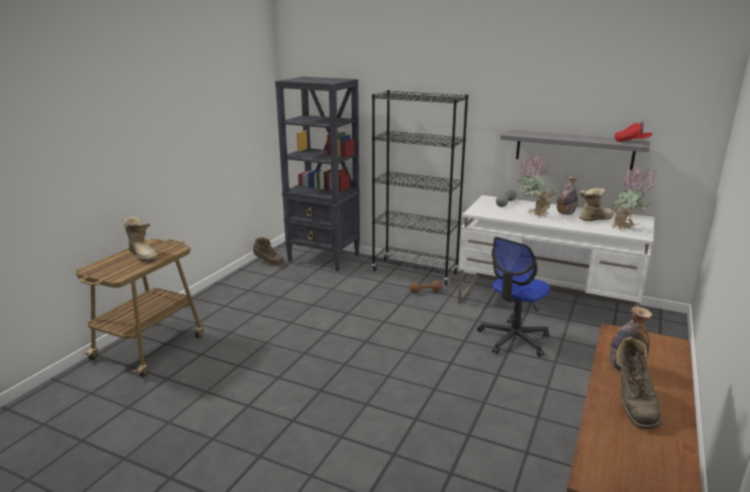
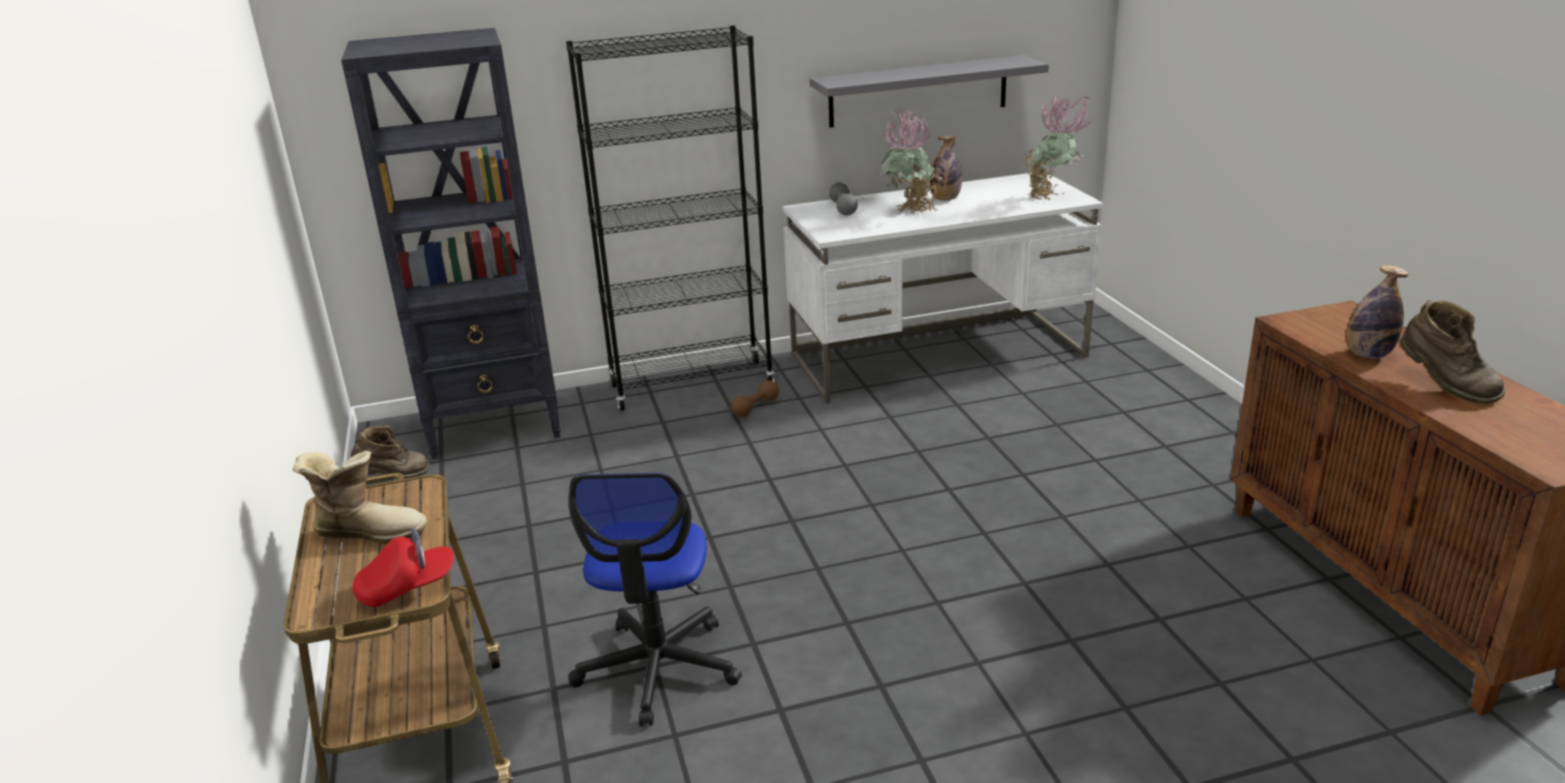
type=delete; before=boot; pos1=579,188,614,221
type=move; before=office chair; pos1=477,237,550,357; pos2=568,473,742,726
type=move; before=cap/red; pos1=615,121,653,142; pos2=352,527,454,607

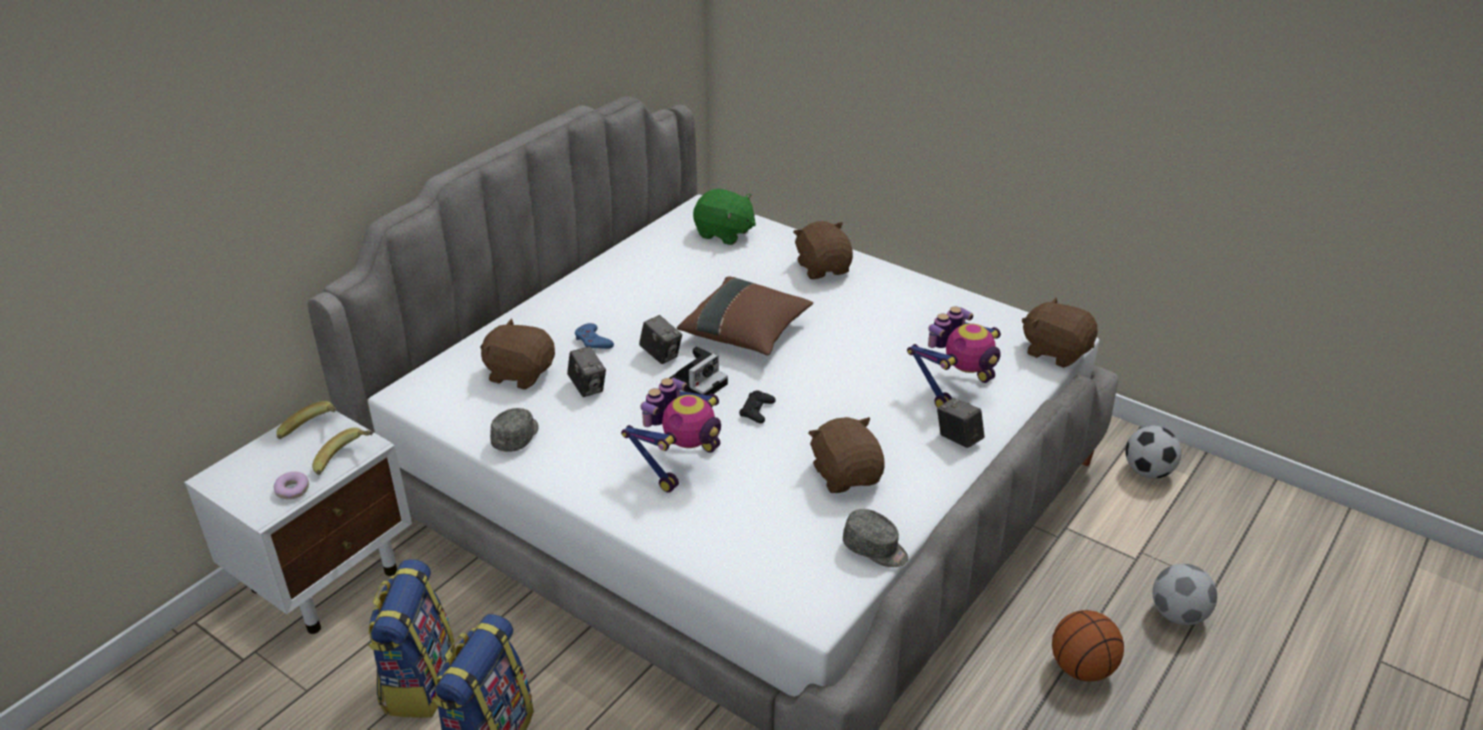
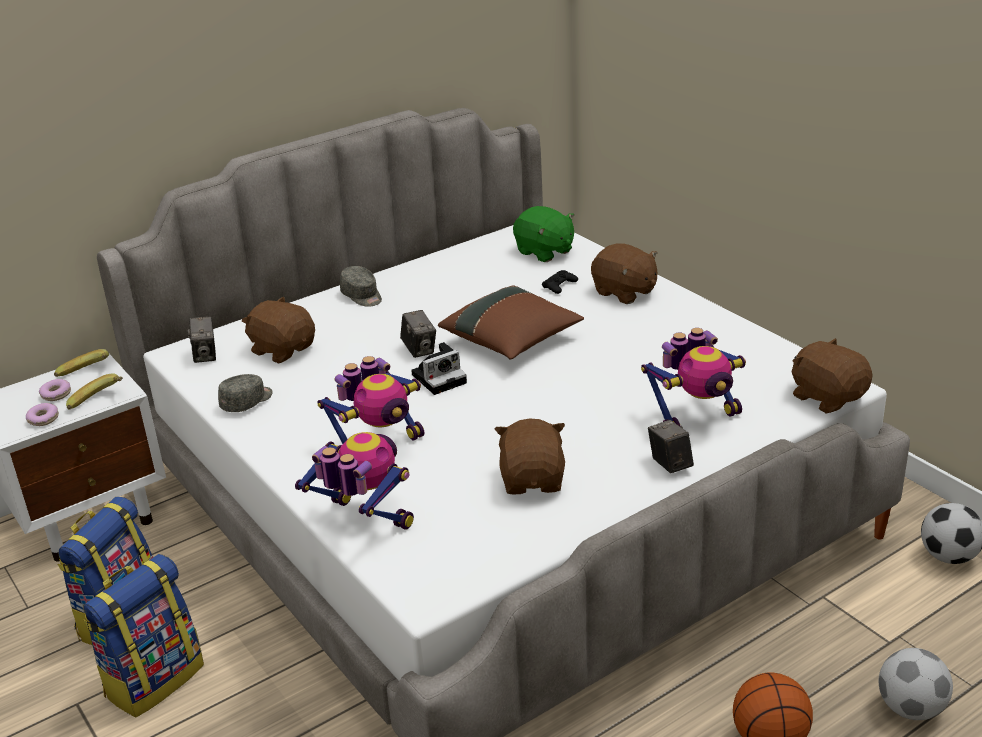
type=delete; before=game controller/blue; pos1=575,323,614,349
type=insert; after=donut; pos2=39,379,71,401
type=insert; after=toy robot; pos2=295,432,414,530
type=move; before=photo camera; pos1=567,346,606,397; pos2=188,316,216,363
type=move; before=game controller/black; pos1=739,391,776,423; pos2=542,270,578,294
type=move; before=cap/grey; pos1=843,509,908,567; pos2=340,266,382,307
type=rotate; before=plush toy/brown; pos1=793,221,853,279; pos2=591,243,657,304; turn=135

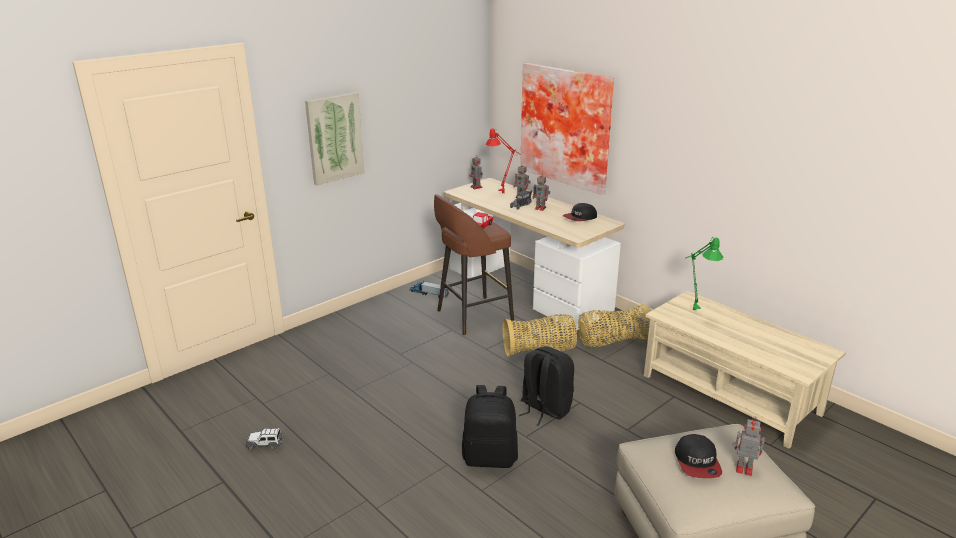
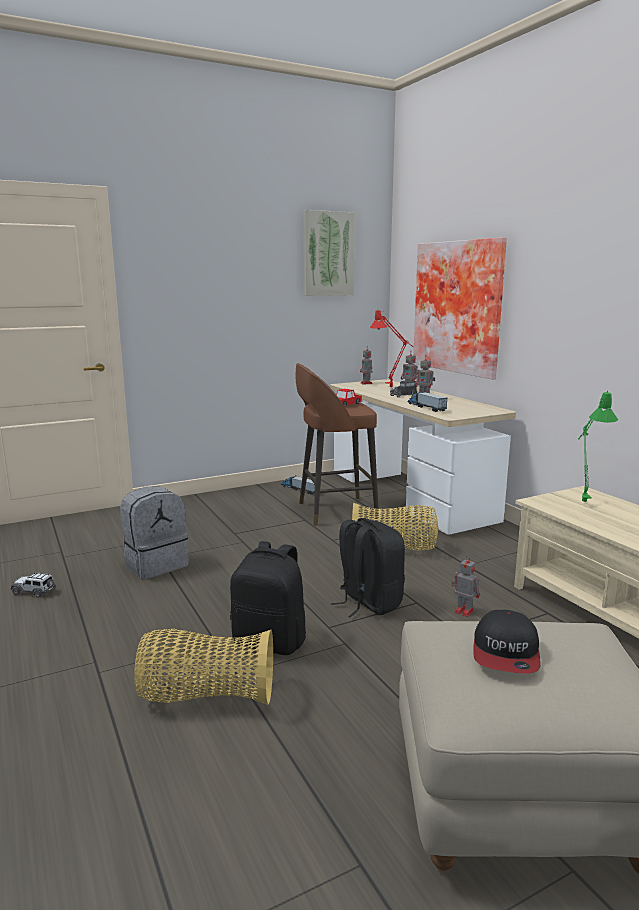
type=delete; before=cap; pos1=563,203,597,221
type=insert; after=backpack/grey; pos2=120,486,189,579
type=insert; after=toy truck; pos2=407,391,447,412
type=move; before=picture; pos1=305,92,365,185; pos2=303,210,355,296
type=move; before=basket; pos1=578,304,651,347; pos2=134,629,273,705
type=move; before=toy robot; pos1=733,417,765,476; pos2=451,555,480,617

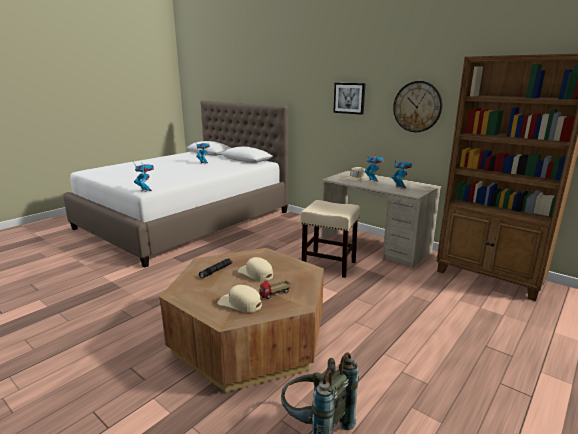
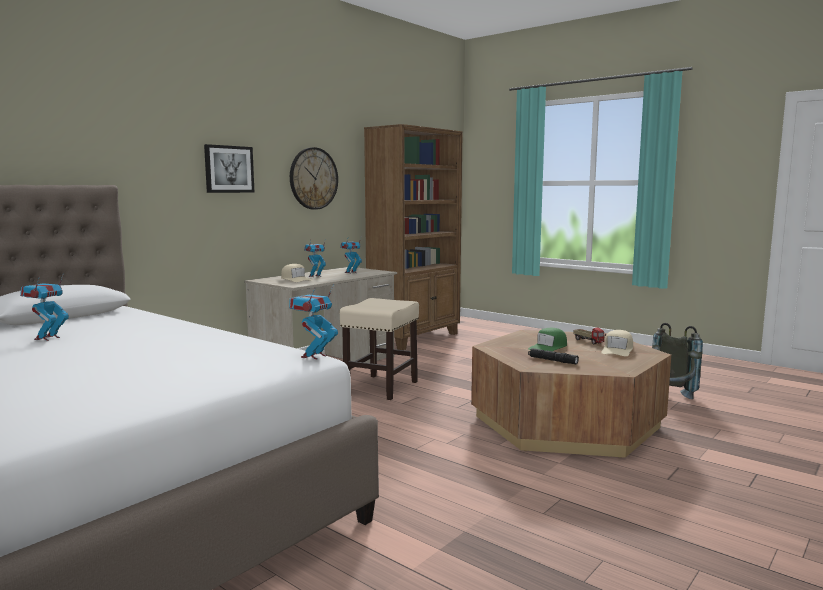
type=recolor; before=cap/beige; after=cap/green; pos1=238,257,273,281; pos2=528,328,567,351

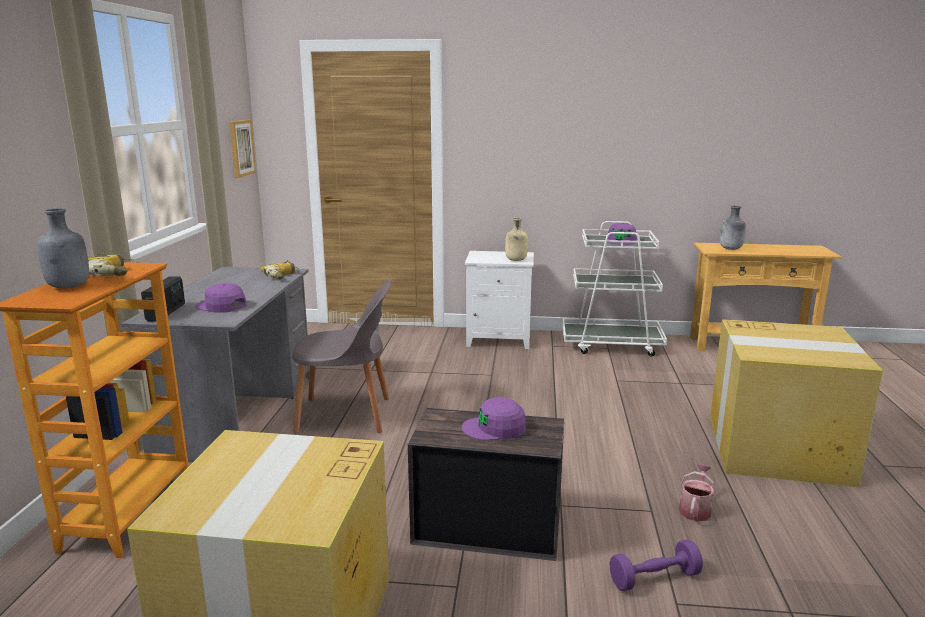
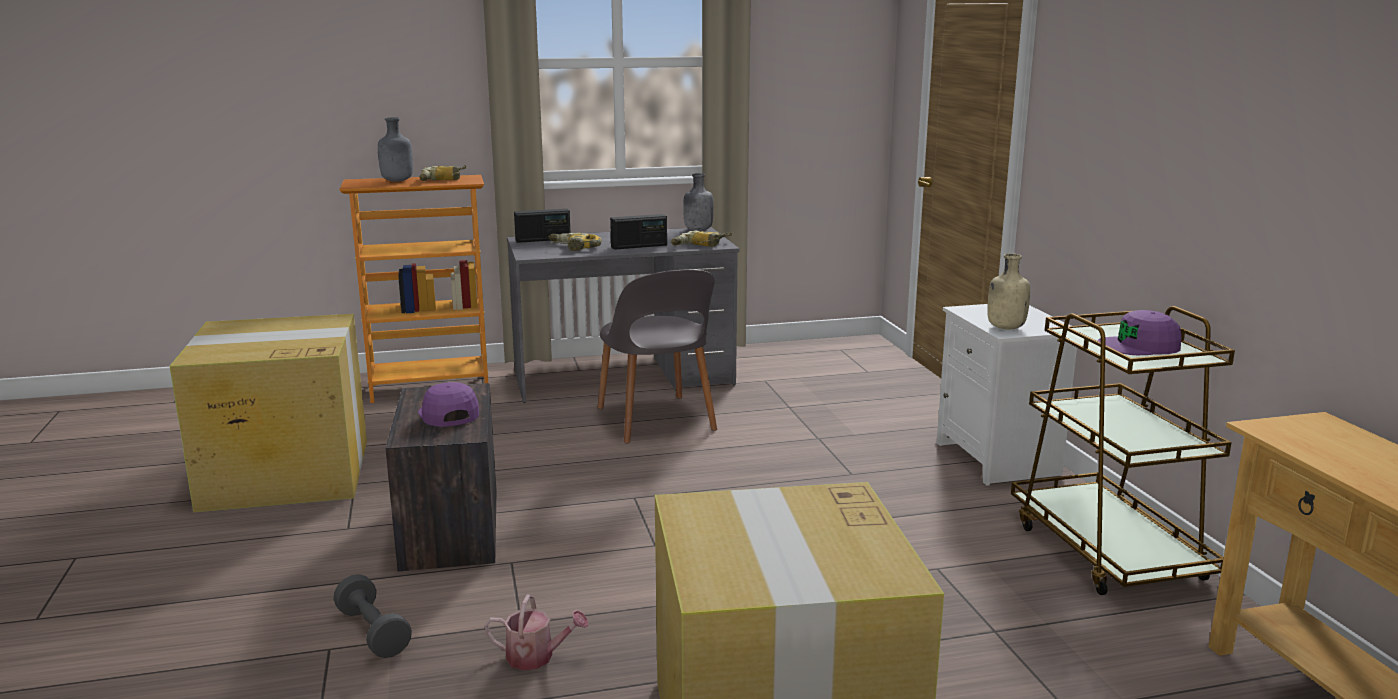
type=delete; before=picture; pos1=229,120,256,178
type=insert; after=radio; pos2=610,214,667,250
type=move; before=bottle/grey; pos1=720,206,746,250; pos2=683,173,714,231
type=replace; before=cap/purple; after=power drill; pos1=196,283,247,313; pos2=549,233,602,251
type=recolor; before=cart/white; after=cart/brown; pos1=562,221,667,357; pos2=1011,306,1235,595
type=recolor; before=dumbbell/purple; after=dumbbell/grey; pos1=610,540,703,591; pos2=333,574,412,658

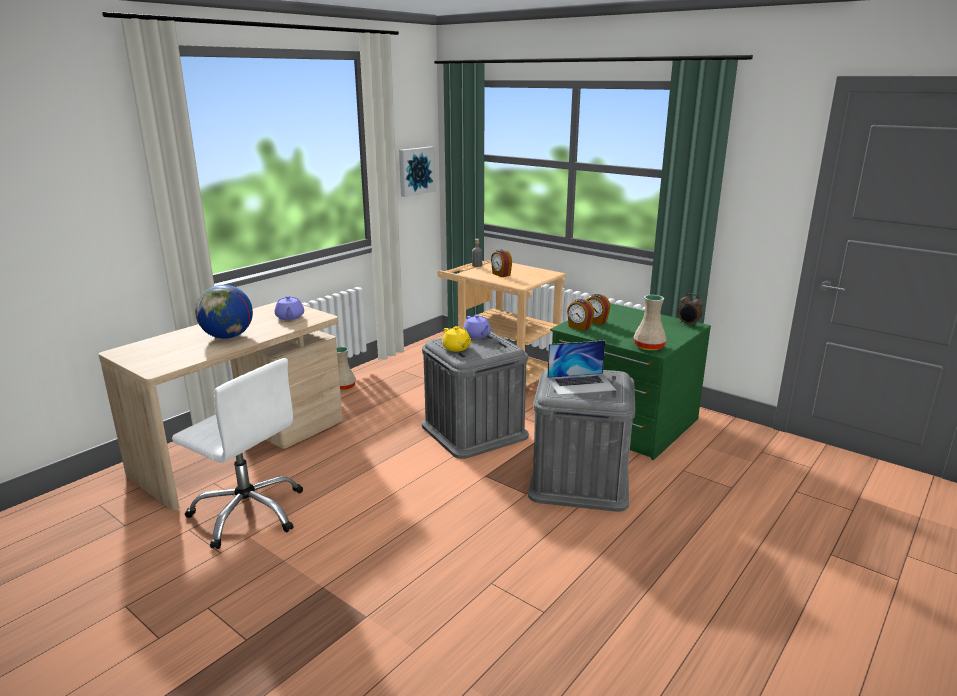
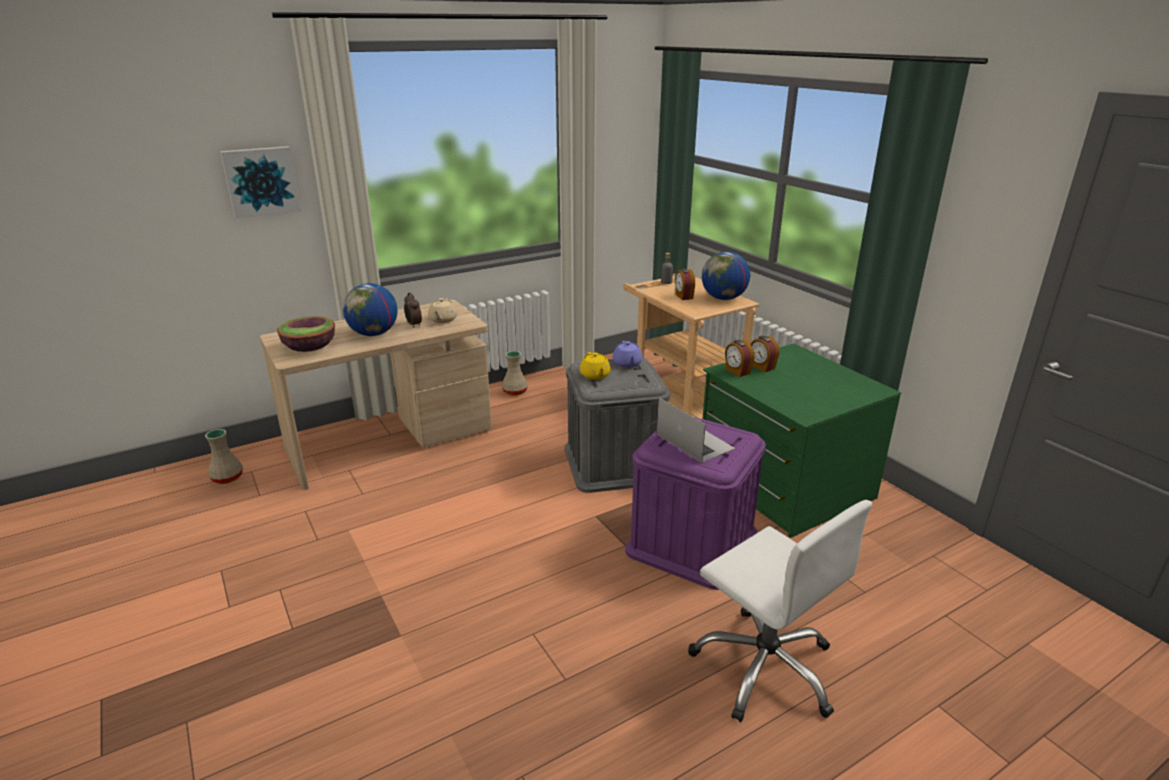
type=insert; after=bowl; pos2=277,316,335,352
type=insert; after=globe; pos2=702,252,750,300
type=move; before=office chair/white; pos1=172,358,303,549; pos2=688,500,872,722
type=move; before=picture; pos1=399,147,435,197; pos2=220,146,301,218
type=move; before=vase/beige; pos1=634,295,667,351; pos2=205,429,243,484
type=move; before=alarm clock; pos1=678,293,703,326; pos2=404,293,422,328
type=recolor; before=teapot/purple; after=teapot/beige; pos1=275,295,304,320; pos2=428,298,457,323
type=recolor; before=storage box/grey; after=storage box/purple; pos1=528,368,636,512; pos2=626,416,766,590
type=rotate; before=laptop; pos1=547,340,616,395; pos2=657,397,735,463; turn=-135

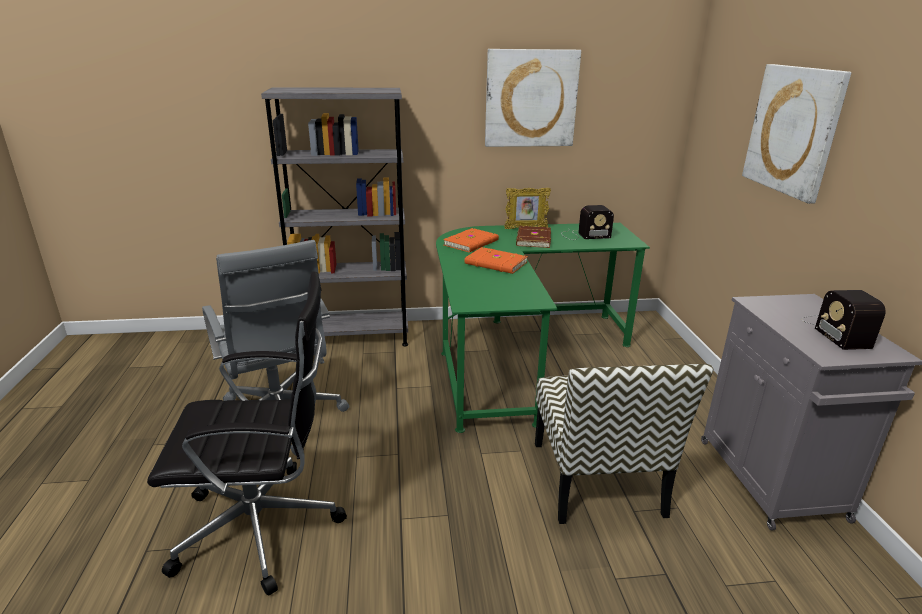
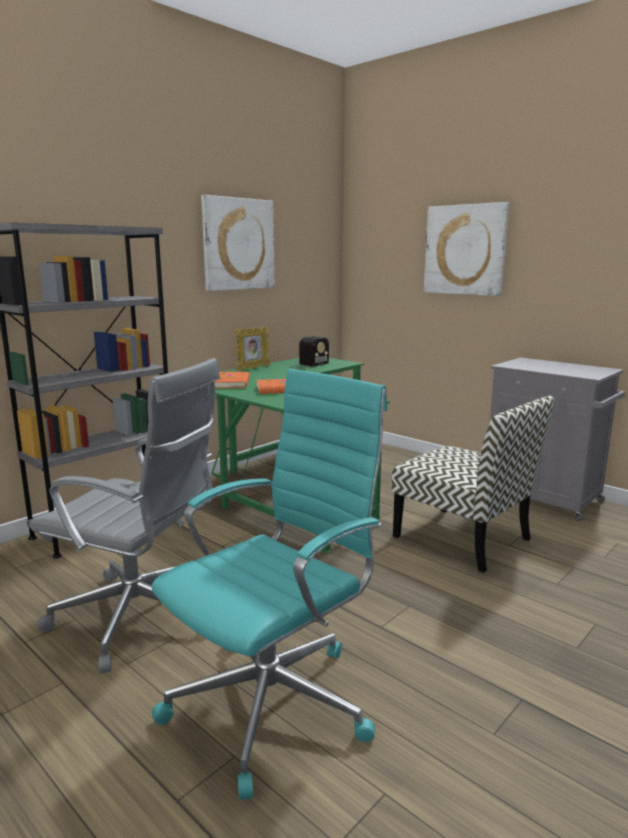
type=delete; before=book/brown; pos1=516,226,551,248
type=delete; before=radio; pos1=801,290,886,350
type=recolor; before=office chair/black; after=office chair/turquoise; pos1=147,271,347,596; pos2=152,369,387,800

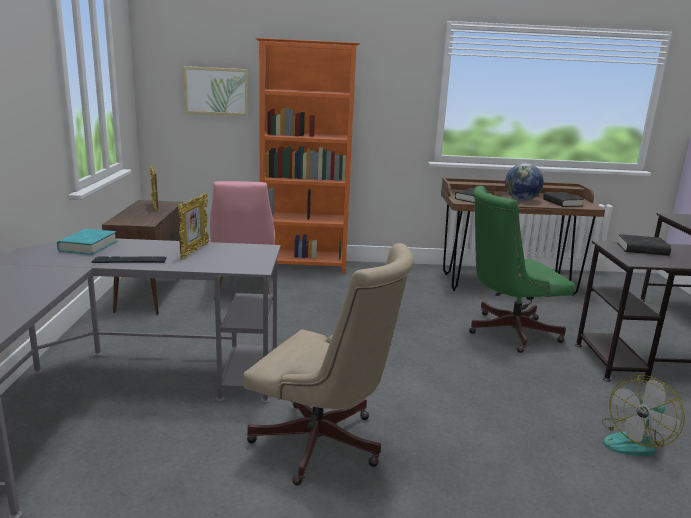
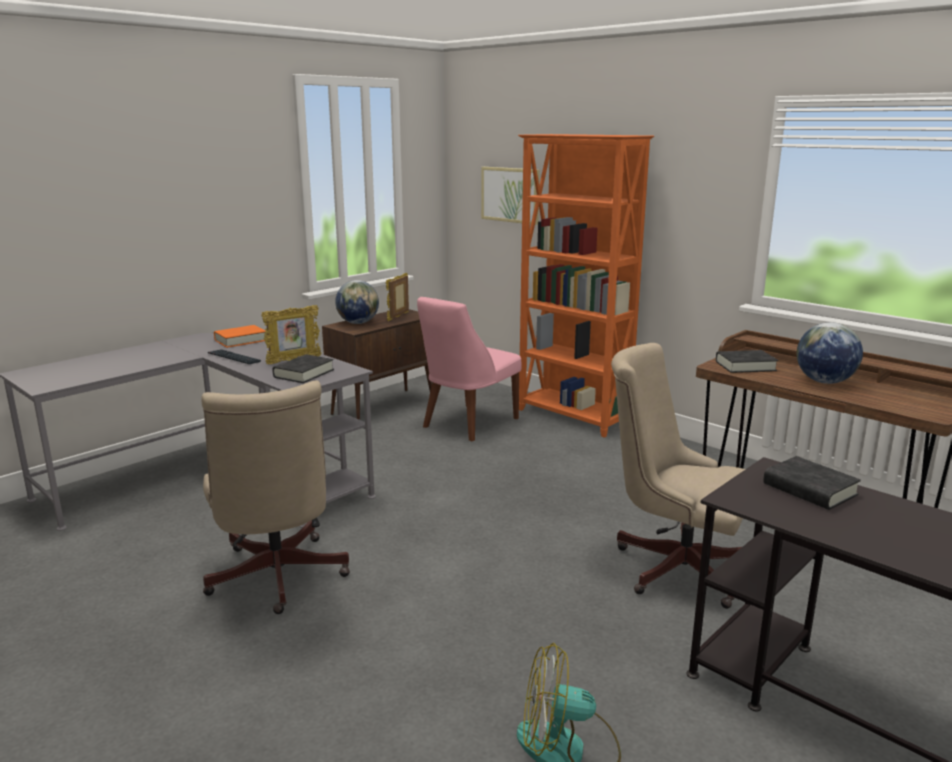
type=insert; after=globe; pos2=335,280,379,324
type=move; before=book/black; pos1=543,192,584,207; pos2=272,354,334,383
type=recolor; before=book/turquoise; after=book/orange; pos1=57,229,117,255; pos2=214,325,265,348
type=recolor; before=office chair/green; after=office chair/beige; pos1=469,186,575,353; pos2=611,343,745,609

